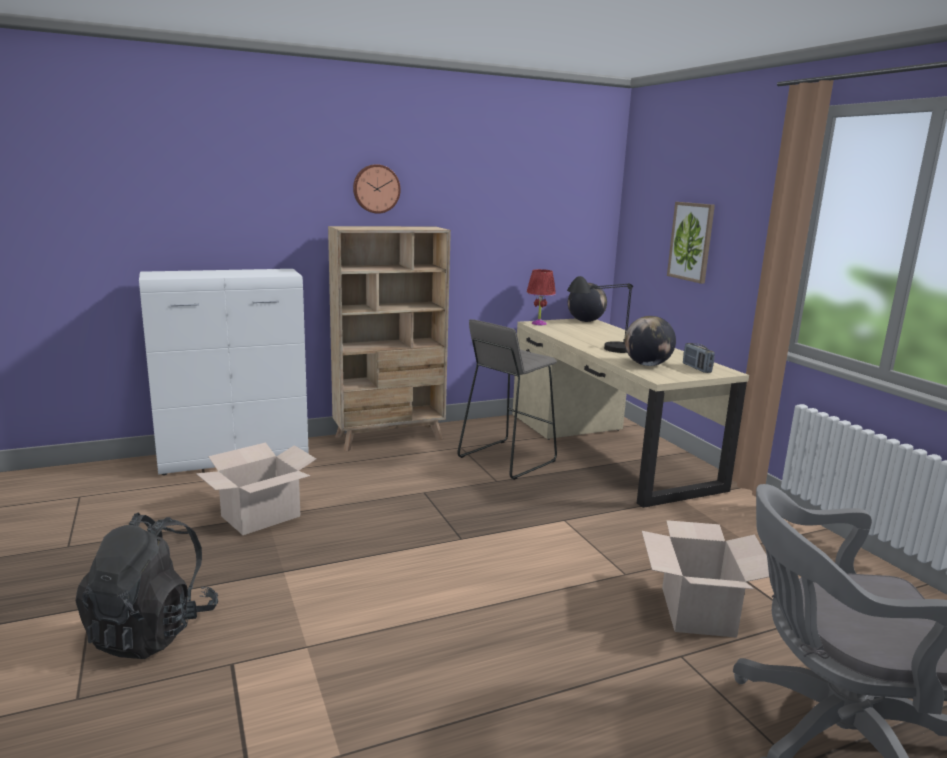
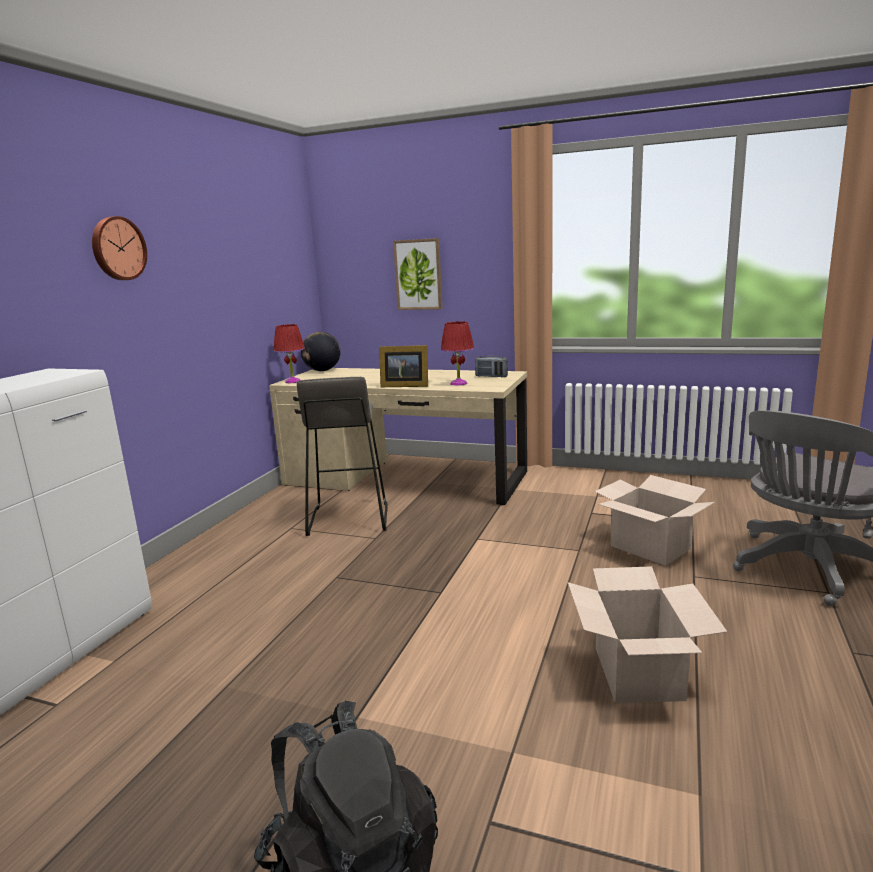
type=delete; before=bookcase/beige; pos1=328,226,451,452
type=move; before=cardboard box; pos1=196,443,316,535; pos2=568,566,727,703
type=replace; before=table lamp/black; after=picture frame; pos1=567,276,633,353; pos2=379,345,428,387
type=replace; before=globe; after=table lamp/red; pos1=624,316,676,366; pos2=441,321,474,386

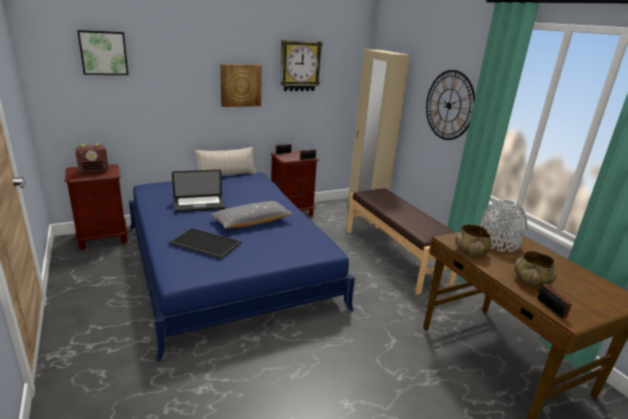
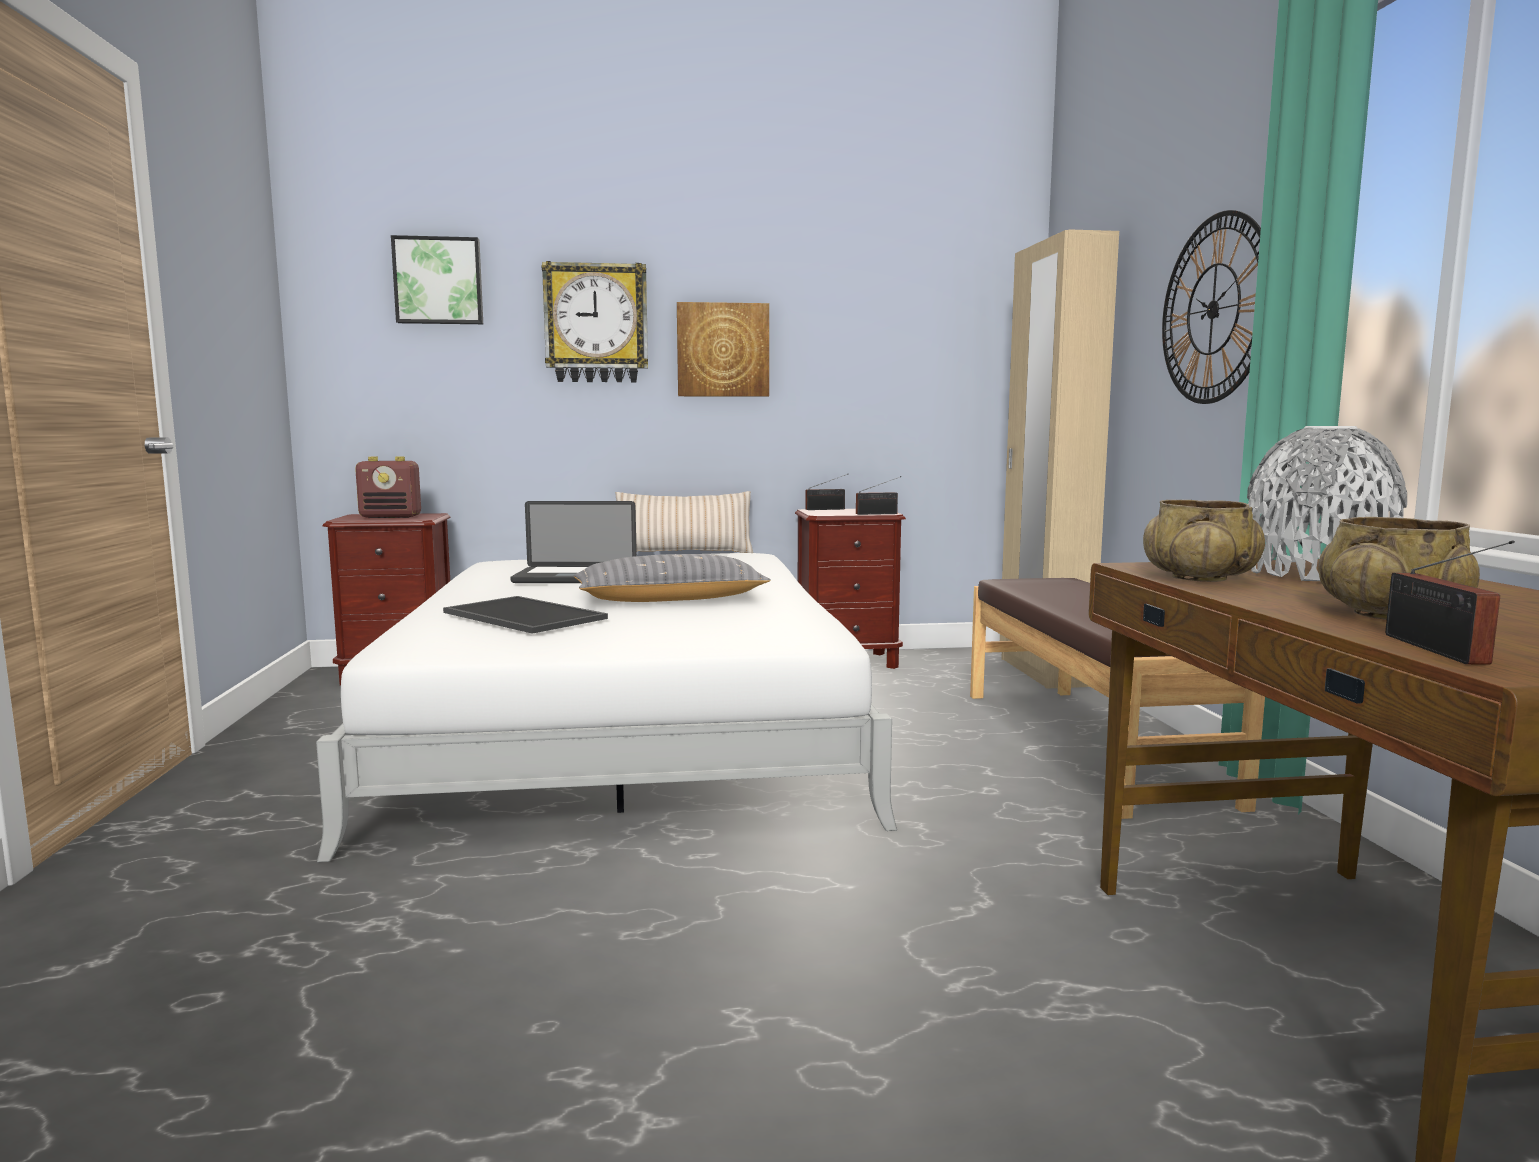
type=move; before=wall clock; pos1=280,40,323,91; pos2=542,261,648,382
type=recolor; before=bed/blue; after=bed/white; pos1=129,173,355,362; pos2=316,553,897,862

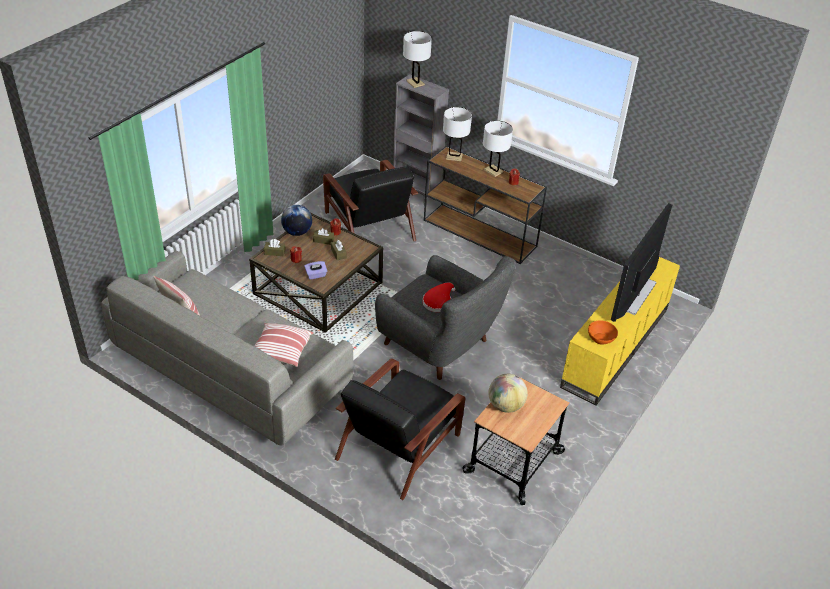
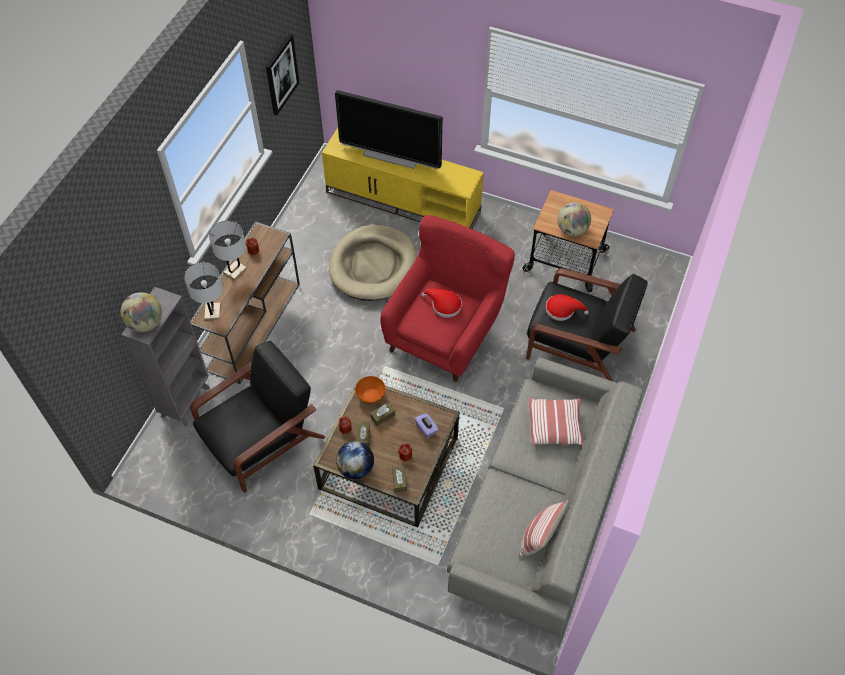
type=insert; after=picture; pos2=266,34,299,115
type=insert; after=dog bed/beige; pos2=329,224,417,301
type=insert; after=hat/red; pos2=545,294,589,321
type=move; before=bowl/orange; pos1=588,320,618,345; pos2=355,376,386,404
type=replace; before=table lamp/white; after=globe; pos1=403,31,432,88; pos2=121,292,162,332
type=recolor; before=armchair/grey; after=armchair/red; pos1=375,255,516,380; pos2=380,215,515,382

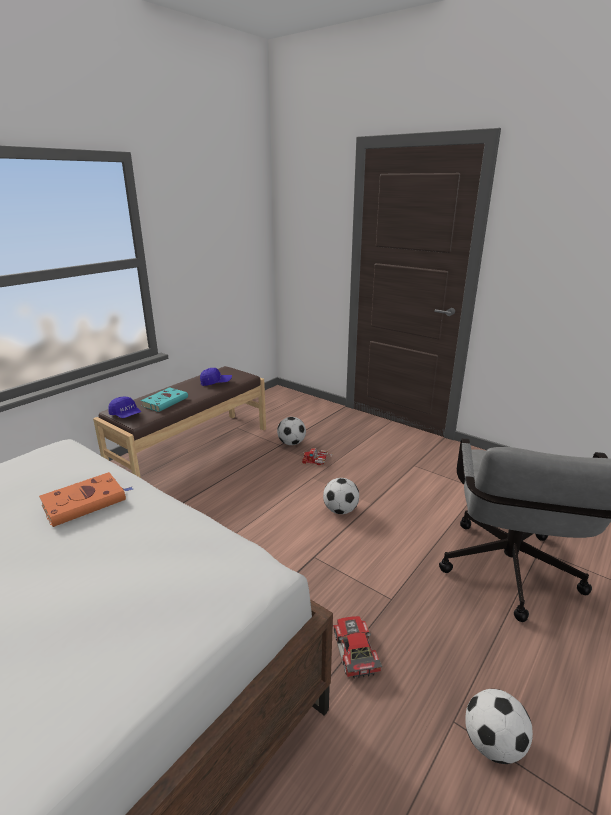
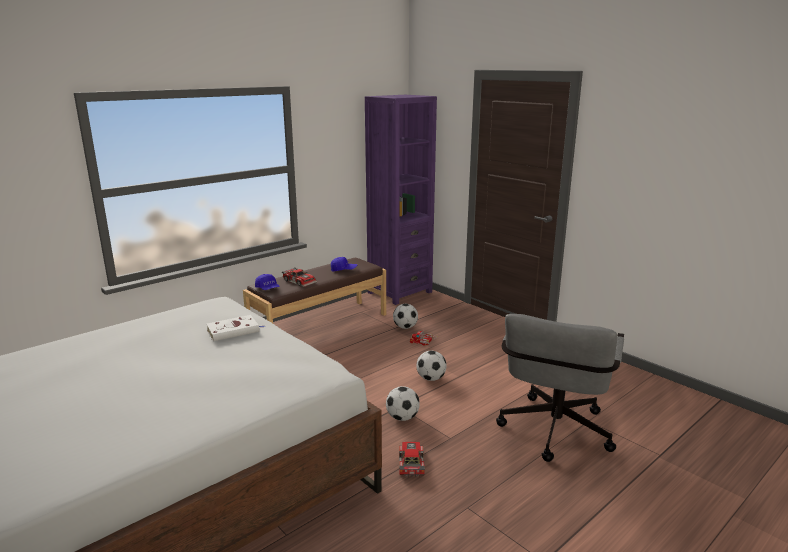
type=insert; after=bookcase/purple; pos2=365,95,437,305
type=move; before=football; pos1=465,689,533,764; pos2=386,386,420,421
type=replace; before=book/turquoise; after=toy car; pos1=141,387,188,412; pos2=282,268,317,287
type=recolor; before=book/orange; after=book/white; pos1=39,472,133,527; pos2=206,315,265,342

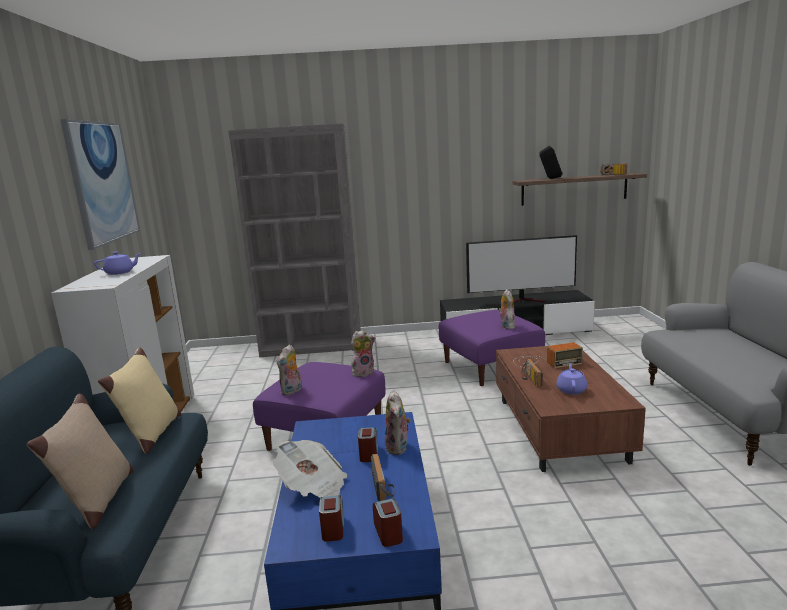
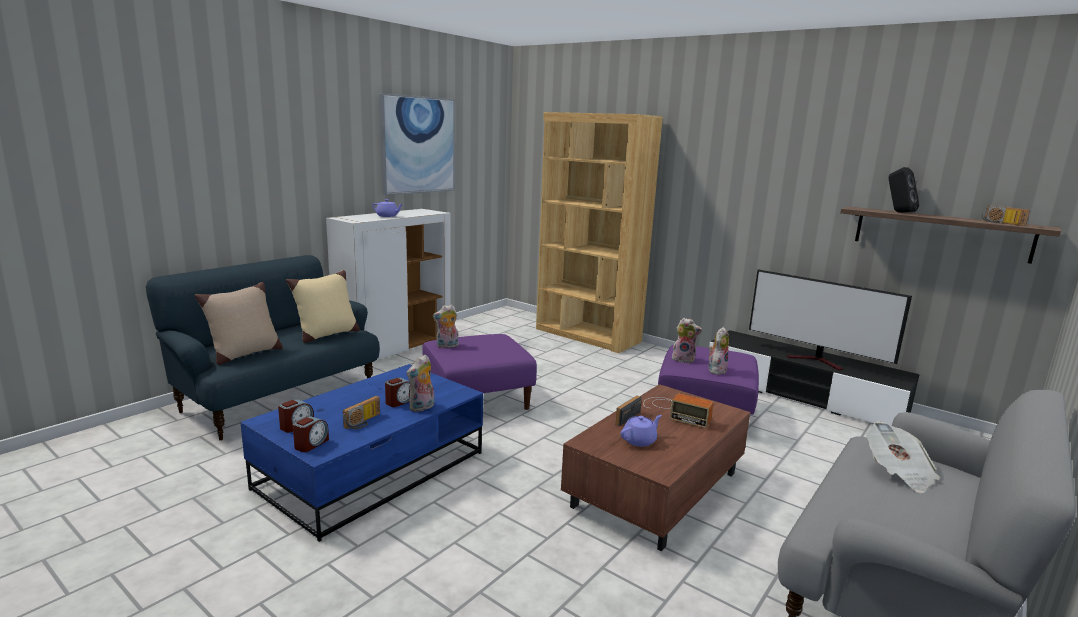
type=move; before=newspaper; pos1=273,440,347,498; pos2=866,421,940,493
type=move; before=plush toy; pos1=351,330,375,377; pos2=672,318,702,363
type=recolor; before=bookcase/grey; after=bookcase/brown; pos1=228,123,361,357; pos2=536,112,663,353

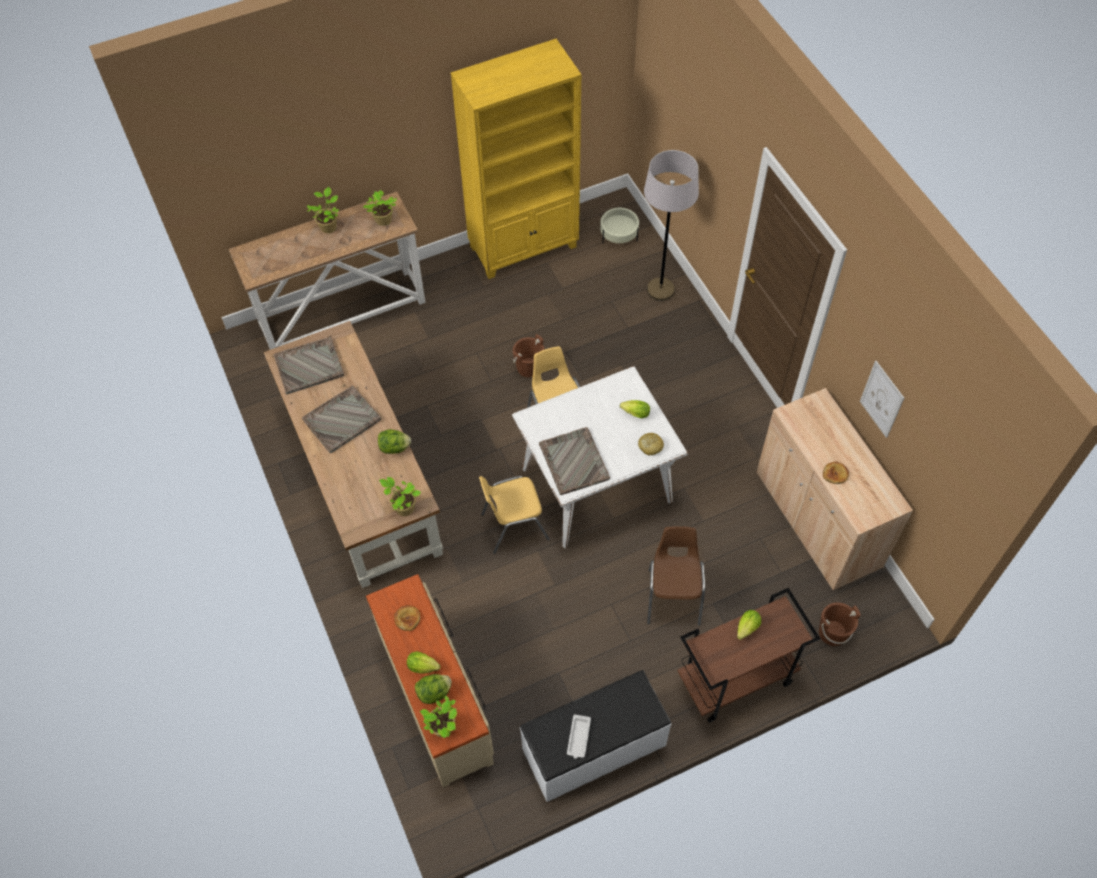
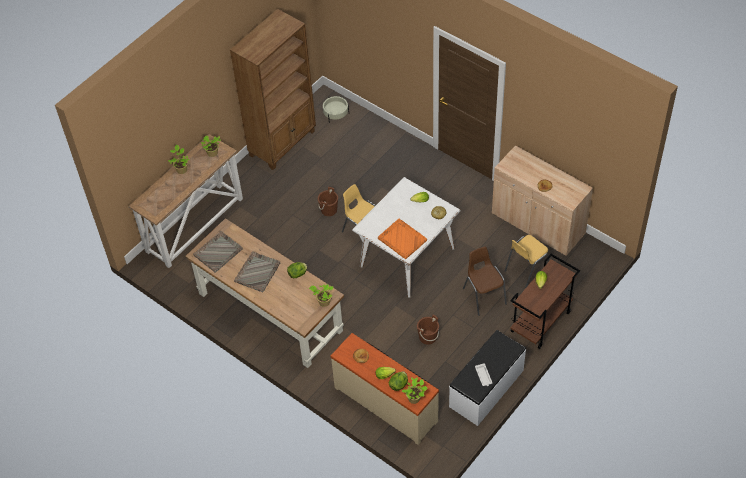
type=delete; before=floor lamp/grey; pos1=644,150,699,301
type=delete; before=picture; pos1=860,361,904,438
type=move; before=chair/yellow; pos1=479,476,550,554; pos2=505,235,550,288
type=move; before=bucket/brown; pos1=819,602,861,646; pos2=417,315,439,345
type=recolor; before=bookcase/yellow; after=bookcase/brown; pos1=451,39,581,279; pos2=230,9,316,170
type=recolor; before=tray/grey; after=tray/orange; pos1=539,427,610,495; pos2=378,219,427,259

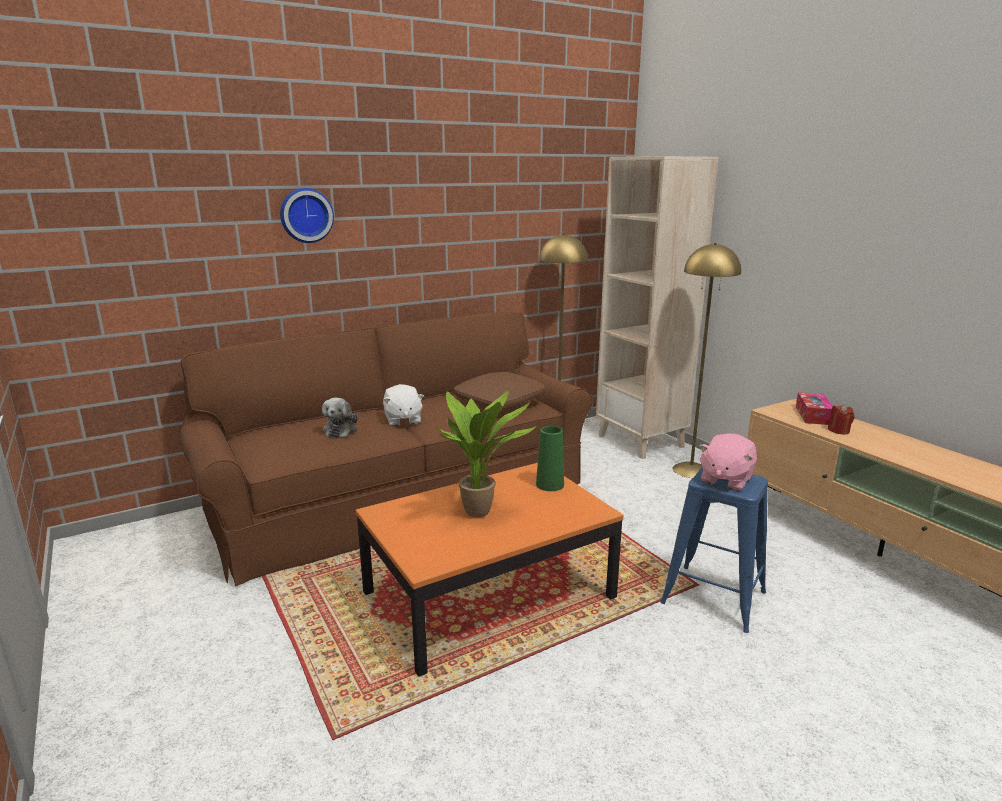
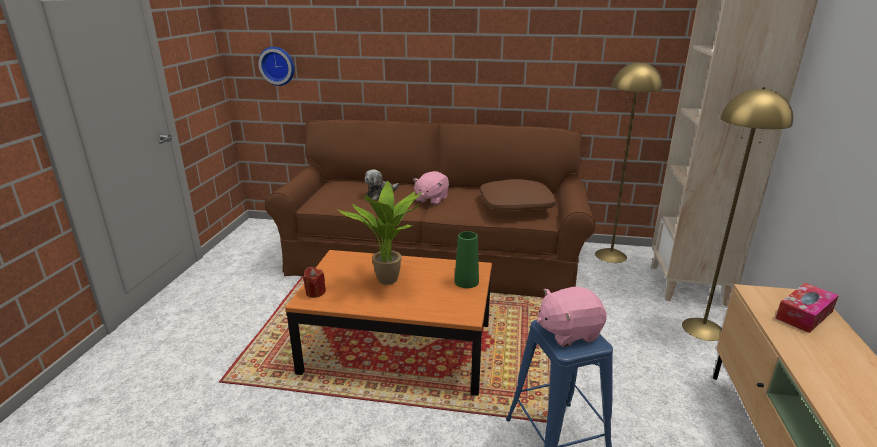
type=move; before=wall clock; pos1=280,188,334,243; pos2=258,47,294,86
type=move; before=candle/red; pos1=828,404,854,434; pos2=303,267,326,298
type=recolor; before=plush toy/white; after=plush toy/pink; pos1=383,384,424,427; pos2=413,171,449,205

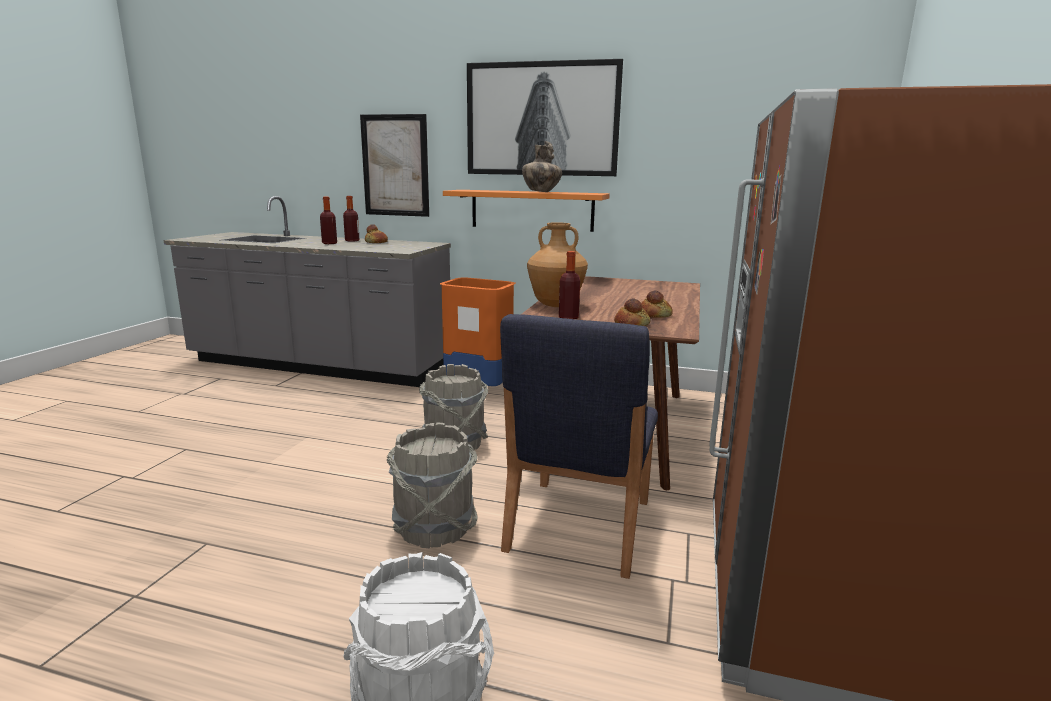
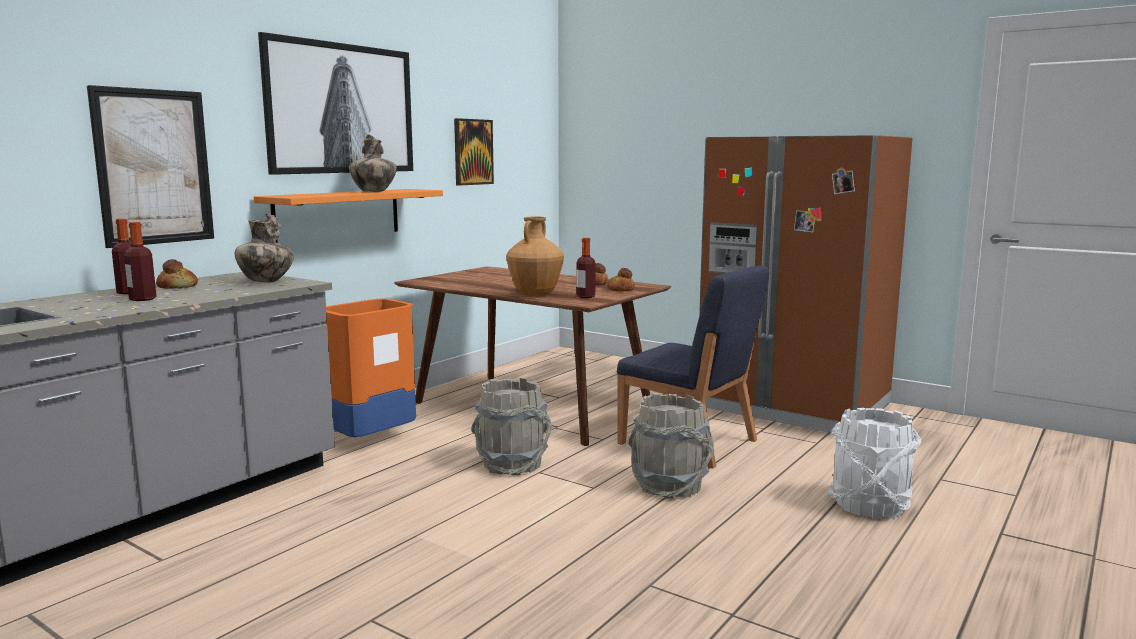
type=insert; after=vase; pos2=235,213,294,282
type=insert; after=picture; pos2=454,118,494,186

